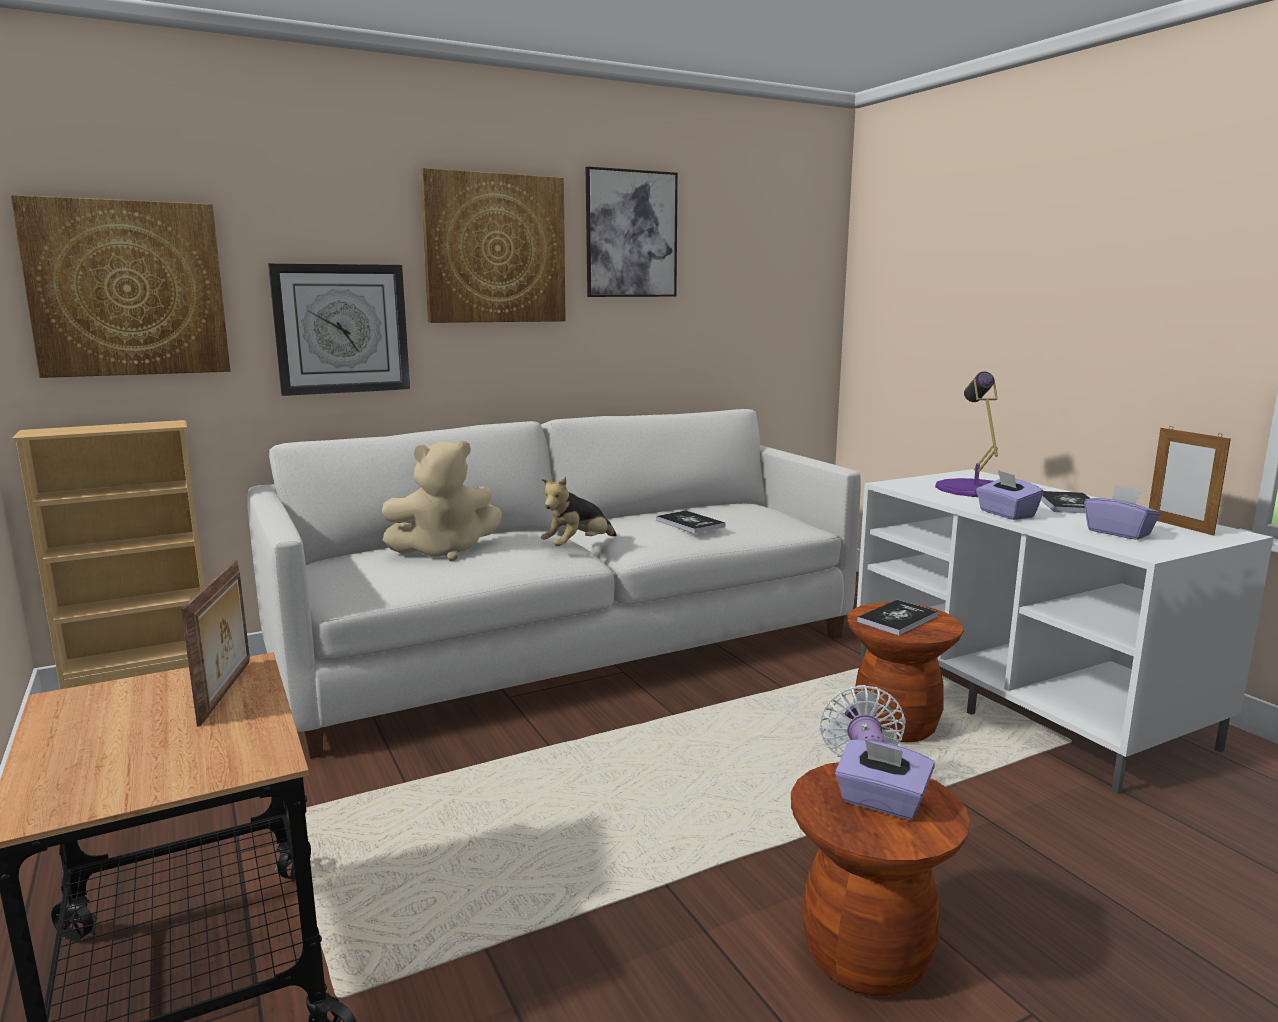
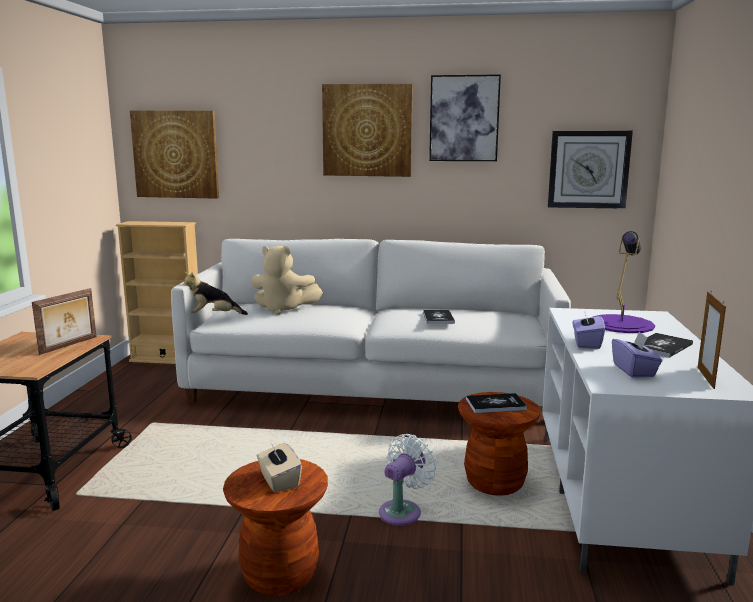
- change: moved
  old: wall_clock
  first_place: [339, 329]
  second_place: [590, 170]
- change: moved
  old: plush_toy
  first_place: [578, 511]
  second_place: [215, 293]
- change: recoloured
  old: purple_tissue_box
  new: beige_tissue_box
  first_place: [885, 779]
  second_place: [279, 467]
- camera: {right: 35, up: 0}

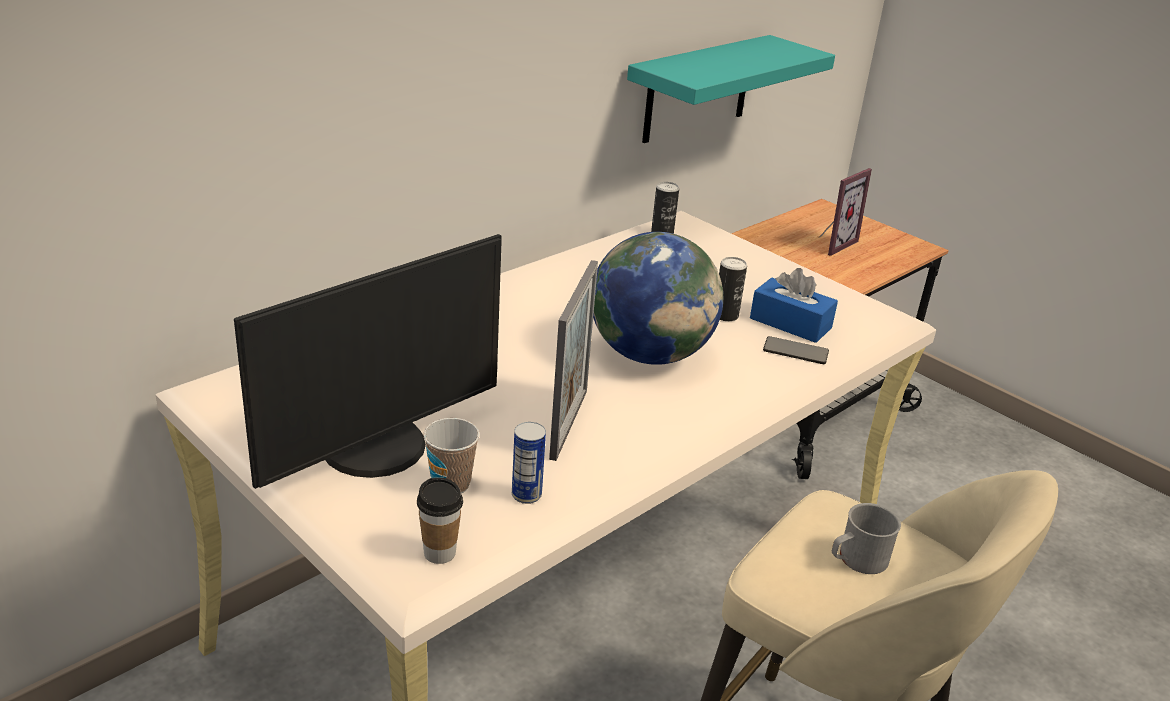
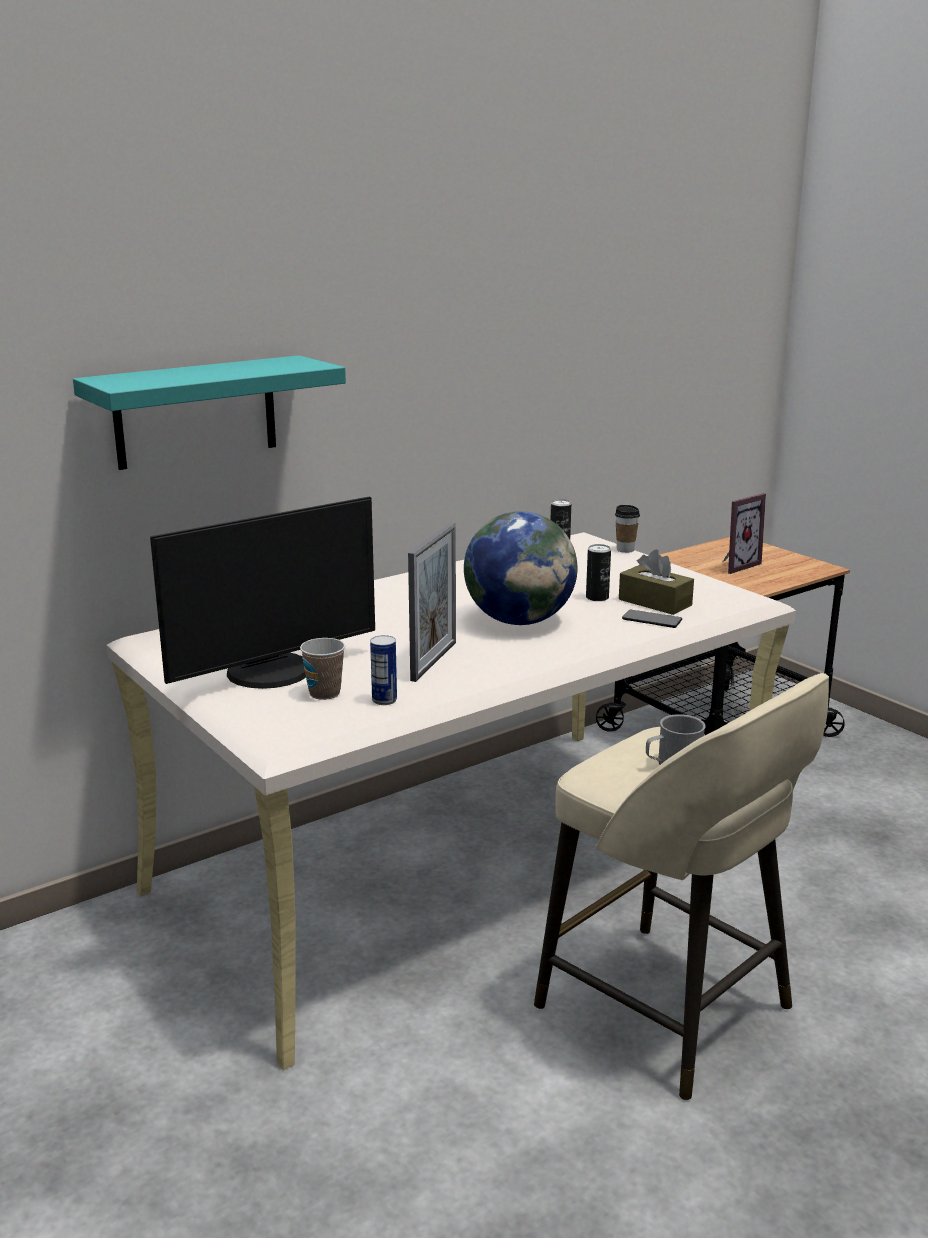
- change: moved
  old: cup
  first_place: [440, 520]
  second_place: [627, 529]
- change: moved
  old: turquoise_shelf
  first_place: [731, 89]
  second_place: [209, 412]
- change: recoloured
  old: blue_tissue_box
  new: brown_tissue_box
  first_place: [794, 305]
  second_place: [656, 582]
- camera: {right: 10, up: -10}

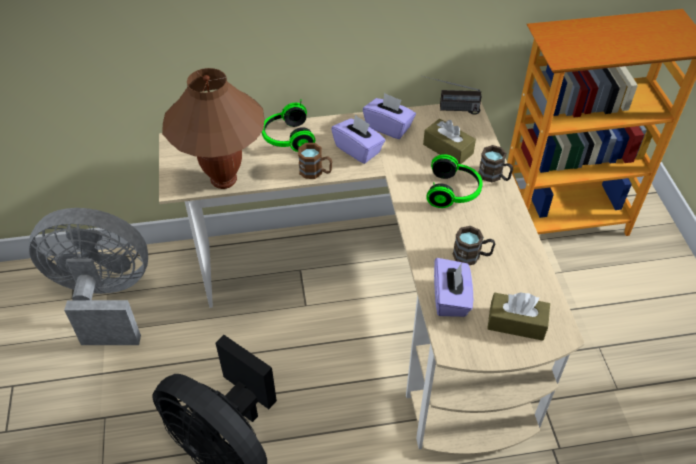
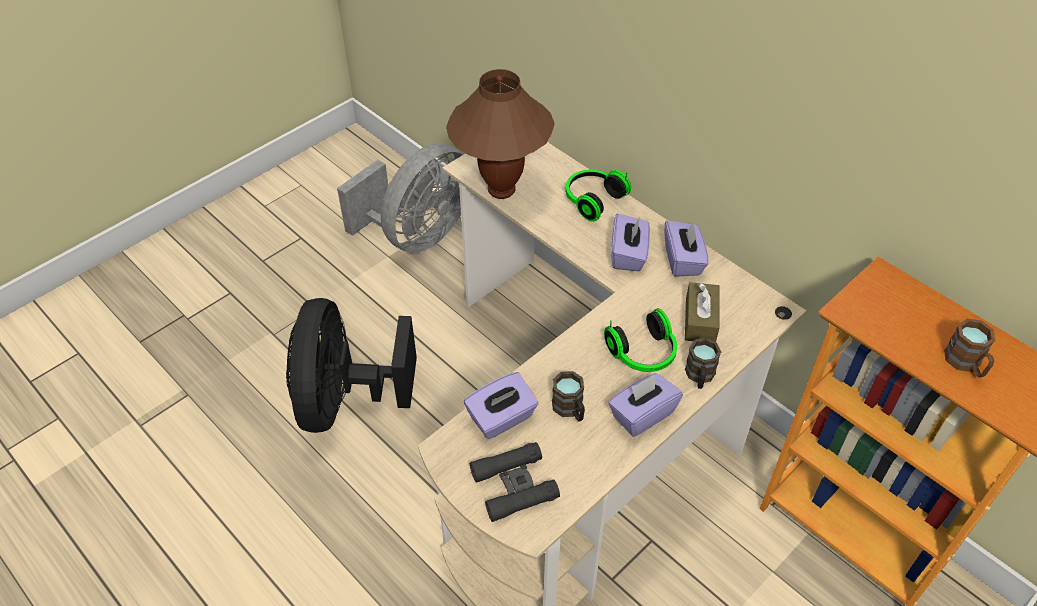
- change: turned
  old: grey_fan
  first_place: [88, 276]
  second_place: [400, 198]
  degrees: 75
- change: moved
  old: brown_mug
  first_place: [315, 161]
  second_place: [969, 348]
- change: removed
  old: radio
  first_place: [451, 94]
- change: replaced
  old: brown_tissue_box
  new: black_binoculars
  first_place: [518, 317]
  second_place: [515, 482]
- change: added
  new: purple_tissue_box
  second_place: [645, 405]
- camera: {right: 55, up: 0}

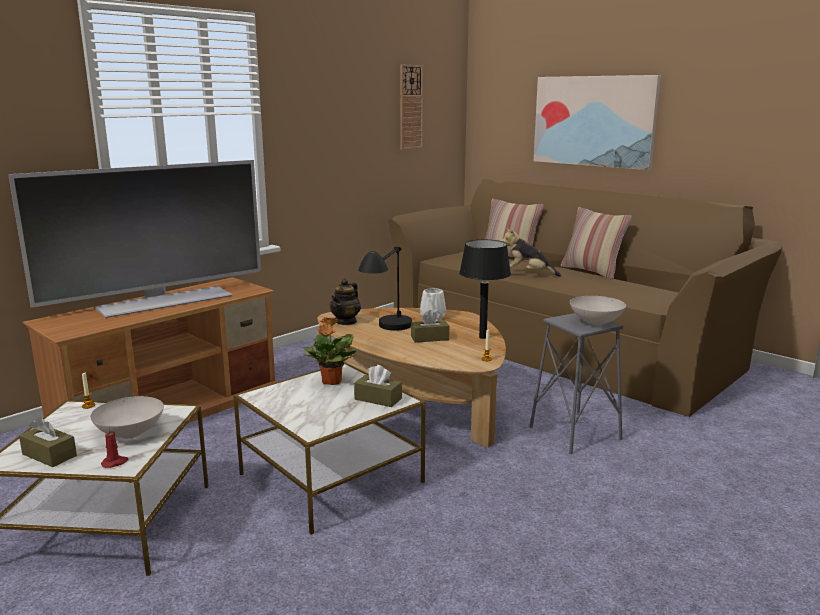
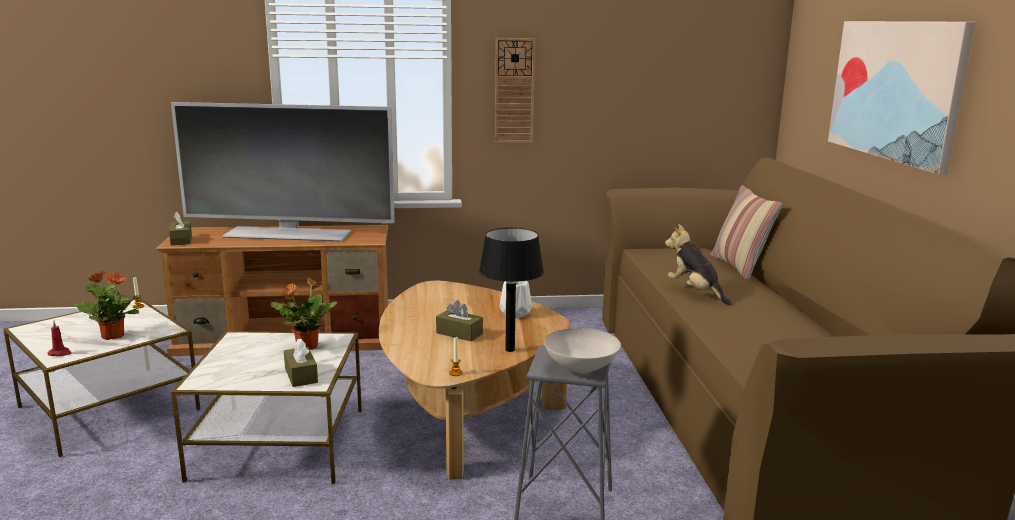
- change: moved
  old: brown_tissue_box
  first_place: [48, 442]
  second_place: [180, 229]
- change: replaced
  old: white_bowl
  new: potted_plant
  first_place: [127, 417]
  second_place: [106, 305]
- change: removed
  old: teapot
  first_place: [345, 302]
- change: removed
  old: black_table_lamp
  first_place: [385, 289]
- change: moved
  old: wall_clock
  first_place: [411, 107]
  second_place: [515, 90]
- change: removed
  old: pillow
  first_place: [596, 243]
- camera: {right: 40, up: 0}

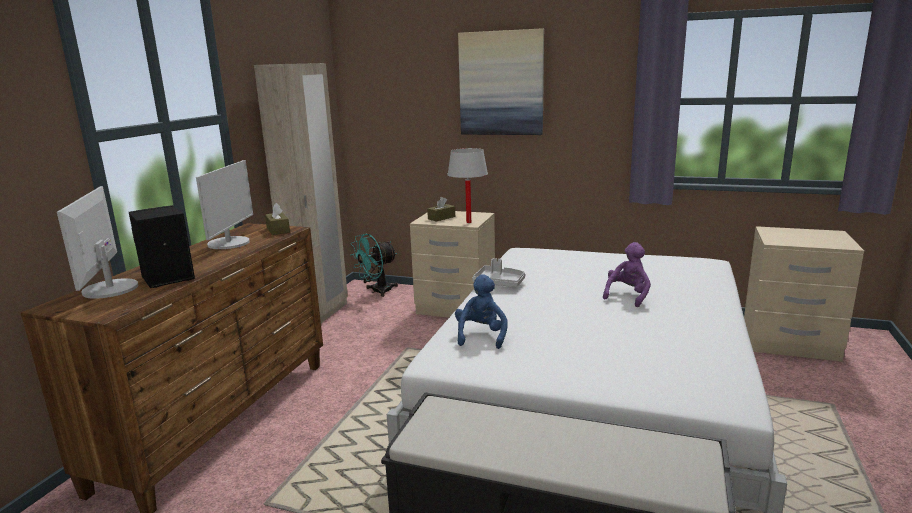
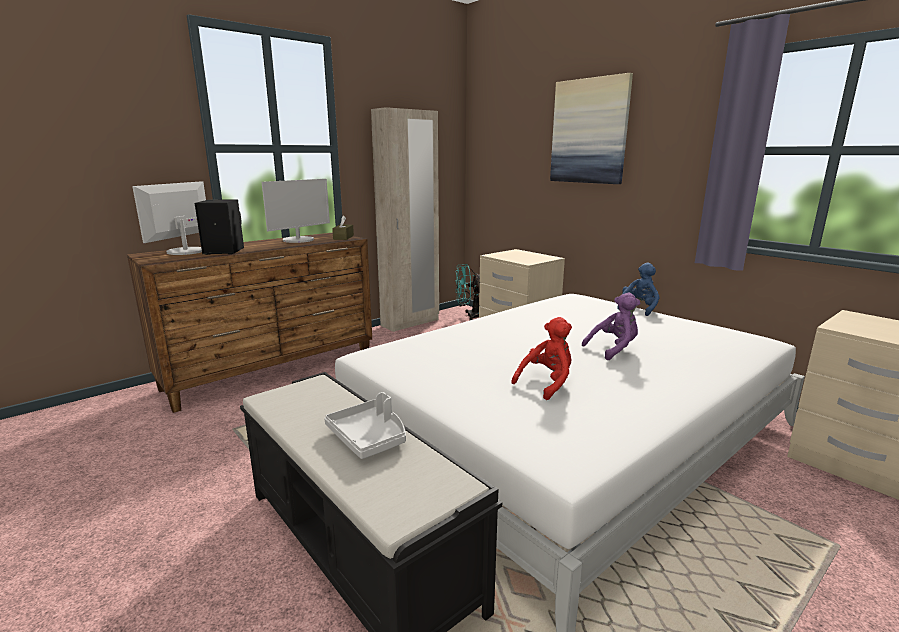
- change: removed
  old: brown_tissue_box
  first_place: [441, 209]
- change: removed
  old: white_table_lamp
  first_place: [467, 185]
- change: moved
  old: blue_plush_toy
  first_place: [481, 311]
  second_place: [638, 289]
- change: moved
  old: grey_tray
  first_place: [498, 272]
  second_place: [365, 425]
- change: added
  new: red_plush_toy
  second_place: [541, 358]
- camera: {right: 30, up: 0}

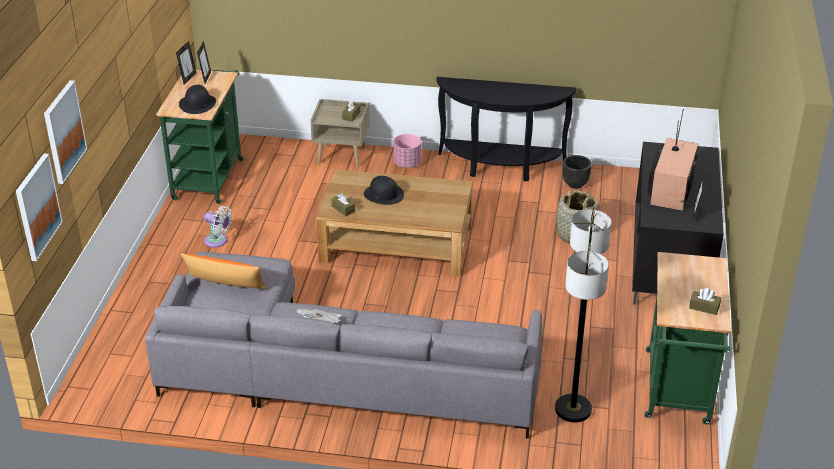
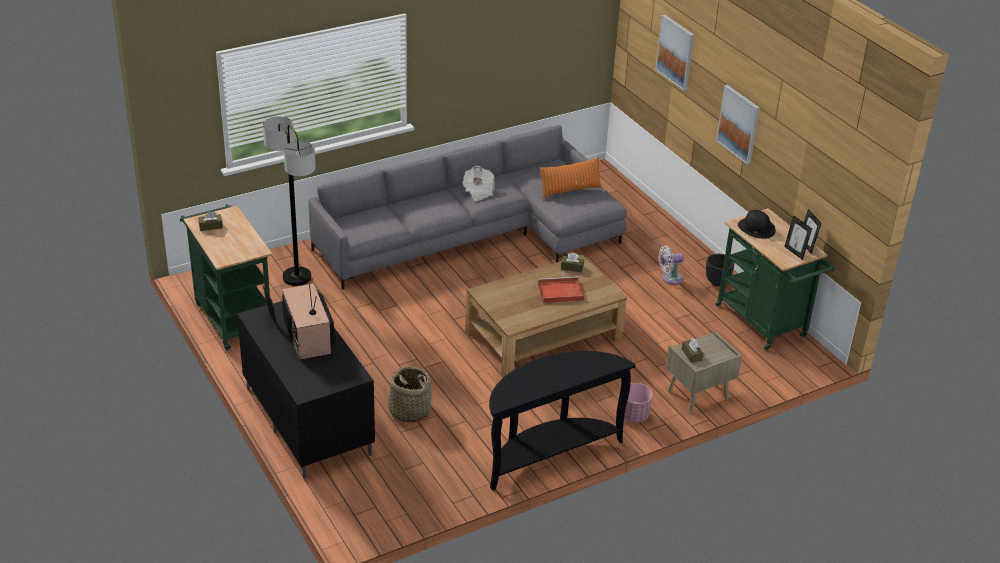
- change: moved
  old: picture
  first_place: [39, 207]
  second_place: [738, 124]
- change: replaced
  old: black_hat
  new: red_tray
  first_place: [384, 190]
  second_place: [561, 289]
- change: moved
  old: black_planter
  first_place: [577, 172]
  second_place: [720, 270]
- camera: {right: 140, up: 0}

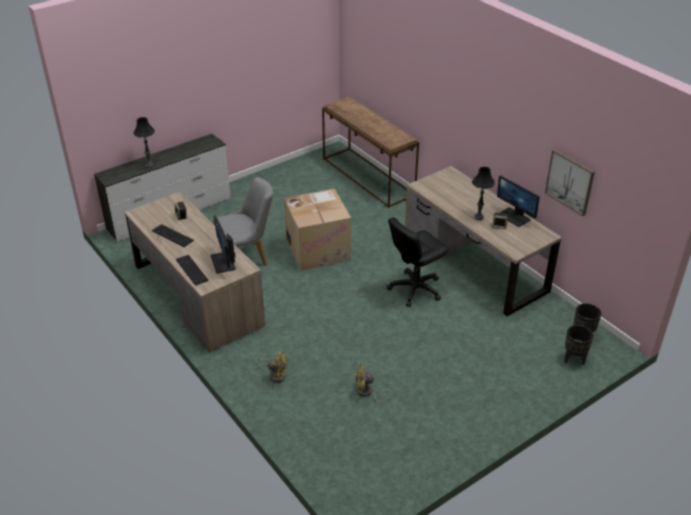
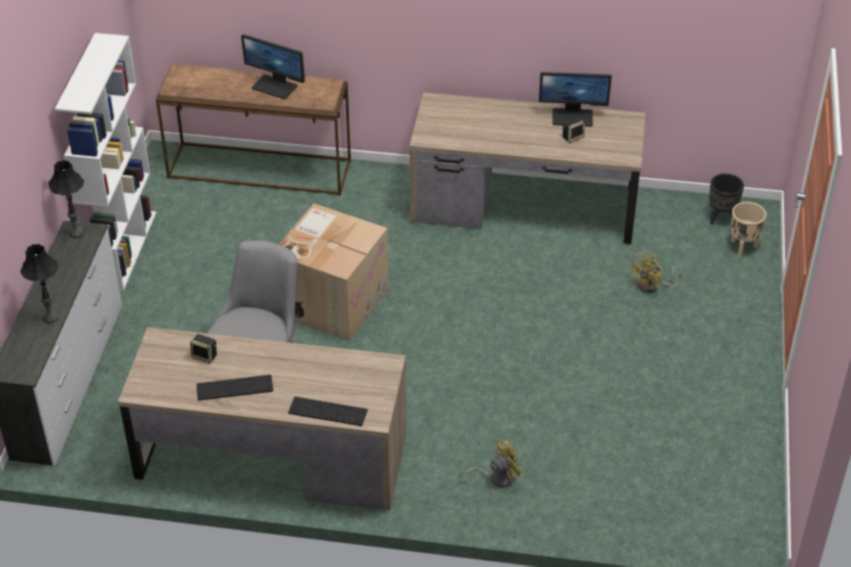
- change: moved
  old: monitor
  first_place: [223, 244]
  second_place: [273, 66]
- change: moved
  old: yellow_fan
  first_place: [373, 383]
  second_place: [656, 272]
- change: removed
  old: black_office_chair
  first_place: [417, 262]
- change: moved
  old: black_table_lamp
  first_place: [483, 193]
  second_place: [66, 199]
- change: removed
  old: picture
  first_place: [570, 182]
- change: recoloured
  old: black_planter
  new: beige_planter
  first_place: [578, 345]
  second_place: [748, 229]
- change: added
  new: white_bookcase
  second_place: [105, 162]
- camera: {right: -45, up: 5}

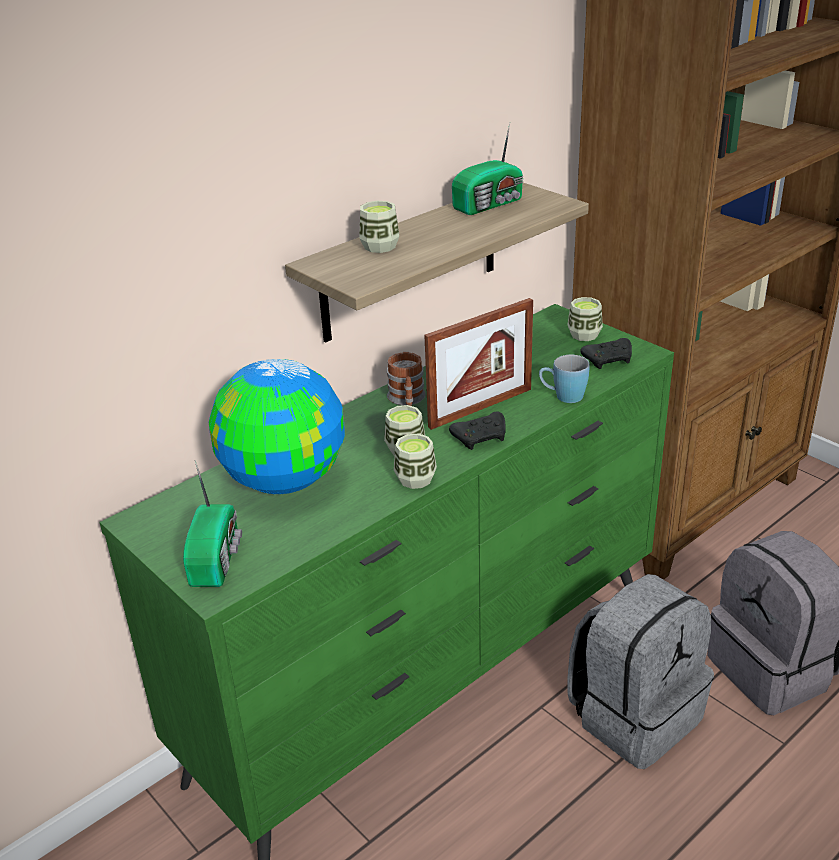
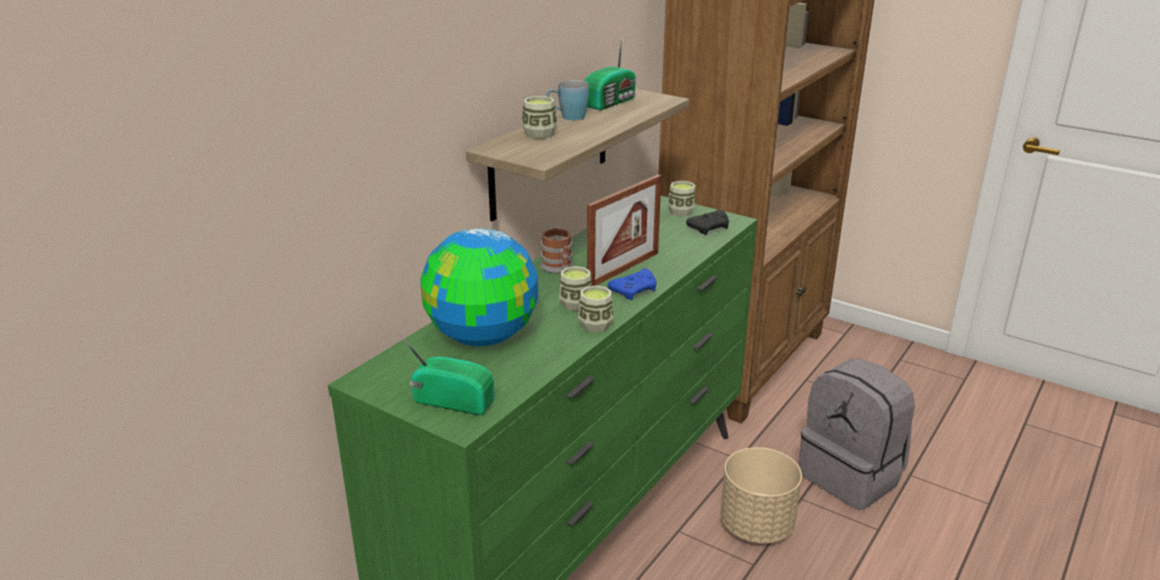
- change: turned
  old: radio
  first_place: [212, 523]
  second_place: [447, 375]
  degrees: -60
- change: recoloured
  old: black_game_controller
  new: blue_game_controller
  first_place: [477, 431]
  second_place: [632, 284]
- change: moved
  old: blue_mug
  first_place: [564, 379]
  second_place: [567, 100]
- change: replaced
  old: grey_backpack
  new: beige_planter
  first_place: [641, 671]
  second_place: [761, 495]
- camera: {right: -15, up: -5}

